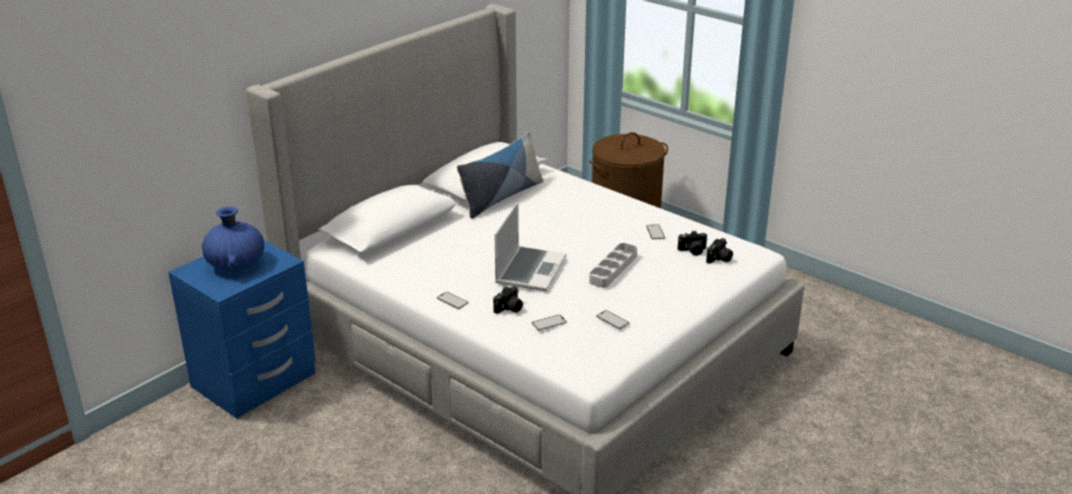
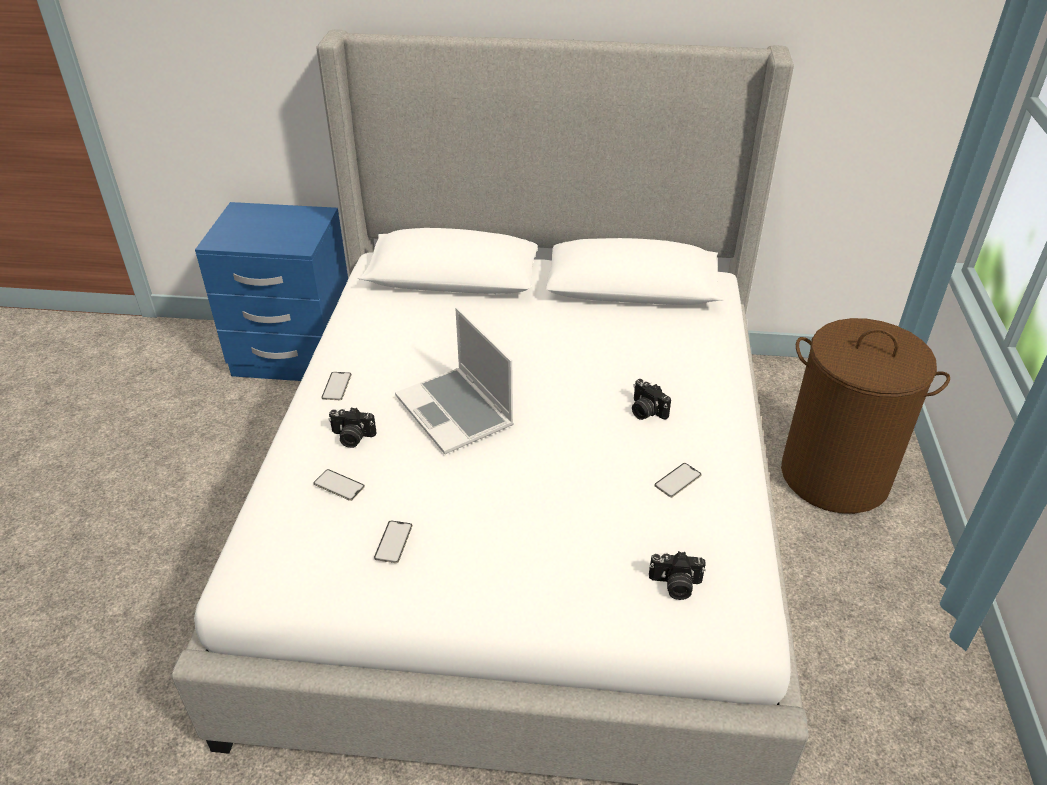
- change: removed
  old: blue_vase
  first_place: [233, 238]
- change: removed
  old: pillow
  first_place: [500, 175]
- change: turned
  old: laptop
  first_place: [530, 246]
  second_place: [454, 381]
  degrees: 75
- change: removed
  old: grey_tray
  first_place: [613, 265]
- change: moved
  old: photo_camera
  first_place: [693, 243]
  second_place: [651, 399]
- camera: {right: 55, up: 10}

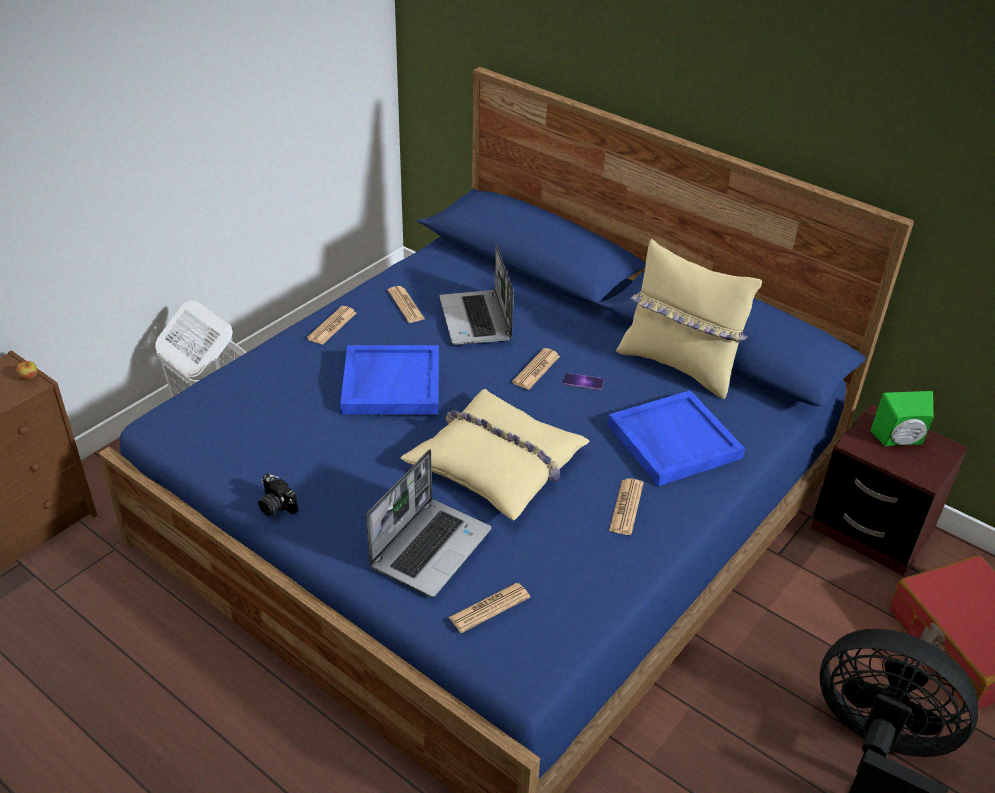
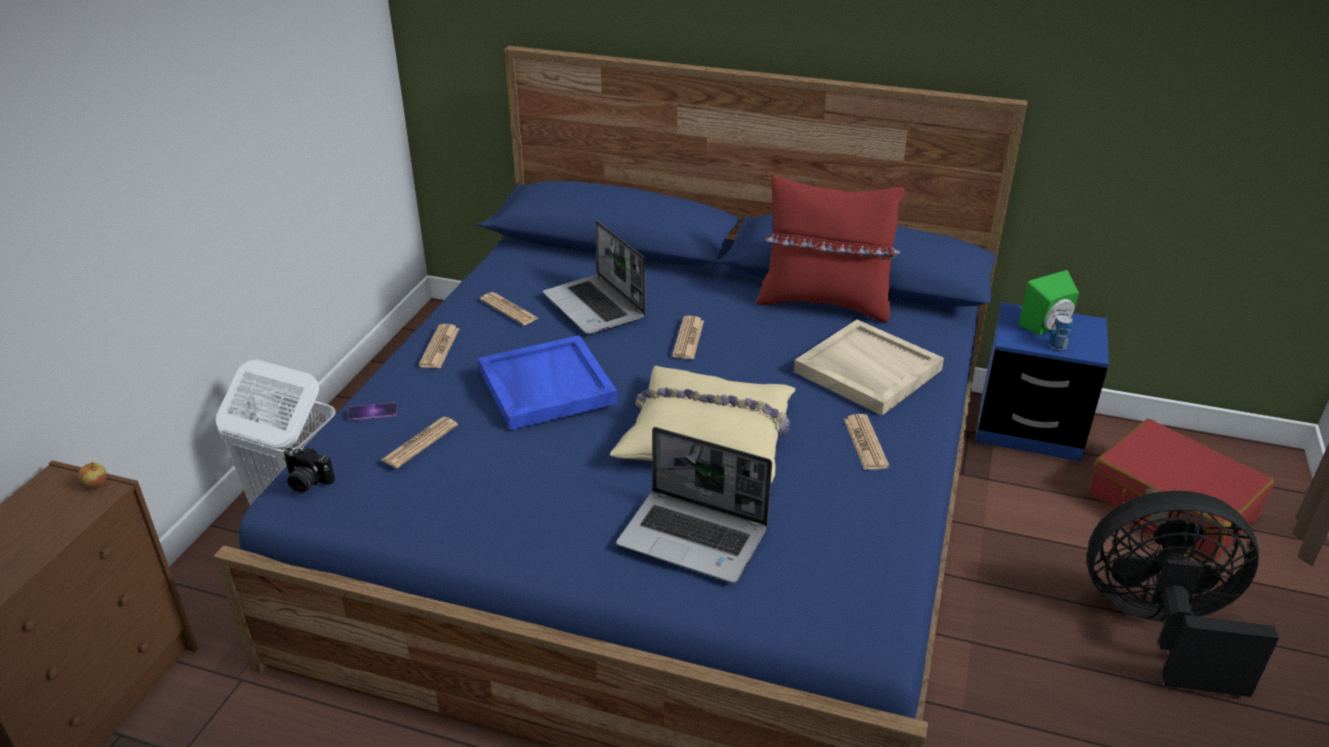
- change: moved
  old: photo_camera
  first_place: [278, 495]
  second_place: [309, 470]
- change: turned
  old: laptop
  first_place: [428, 523]
  second_place: [694, 505]
  degrees: 105
- change: moved
  old: newspaper
  first_place: [489, 608]
  second_place: [419, 442]
- change: moved
  old: phone
  first_place: [583, 381]
  second_place: [372, 411]
- change: recoloured
  old: blue_tray
  new: beige_tray
  first_place: [676, 438]
  second_place: [869, 368]
- change: recoloured
  old: beige_pillow
  new: red_pillow
  first_place: [689, 319]
  second_place: [830, 248]
- change: recoloured
  old: brown_nightstand
  new: blue_nightstand
  first_place: [889, 490]
  second_place: [1042, 381]
- change: added
  new: can
  second_place: [1061, 332]
- camera: {right: -20, up: -5}

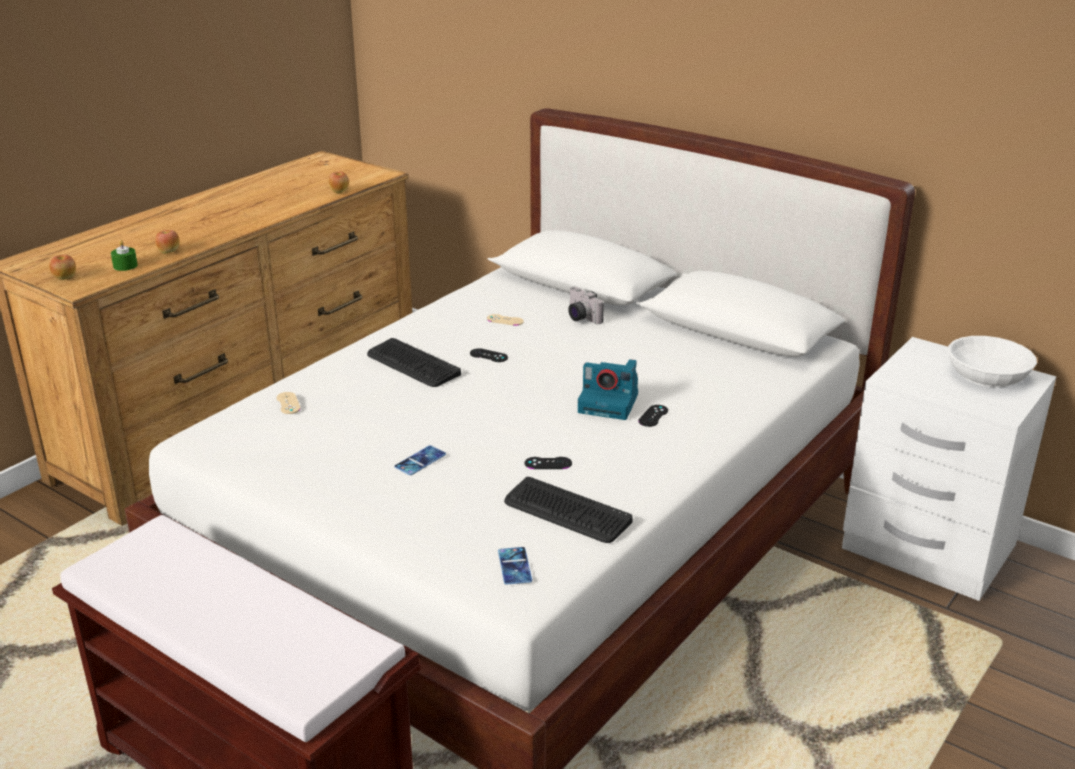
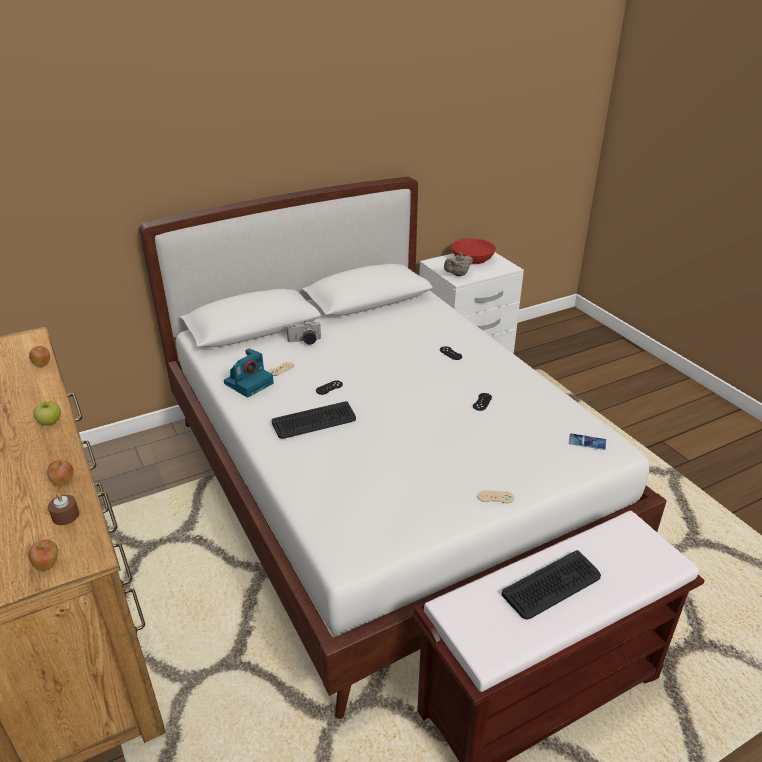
- change: recoloured
  old: green_candle
  new: brown_candle
  first_place: [124, 255]
  second_place: [63, 509]
- change: moved
  old: beige_game_controller
  first_place: [288, 403]
  second_place: [495, 496]
- change: removed
  old: phone
  first_place: [420, 460]
- change: moved
  old: keyboard
  first_place: [568, 510]
  second_place: [551, 584]
- change: moved
  old: photo_camera
  first_place: [608, 389]
  second_place: [249, 373]
- change: recoloured
  old: white_bowl
  new: red_bowl
  first_place: [992, 362]
  second_place: [473, 251]
- change: added
  new: apple
  second_place: [47, 413]
- change: added
  new: beige_teapot
  second_place: [458, 264]
- camera: {right: -65, up: 5}

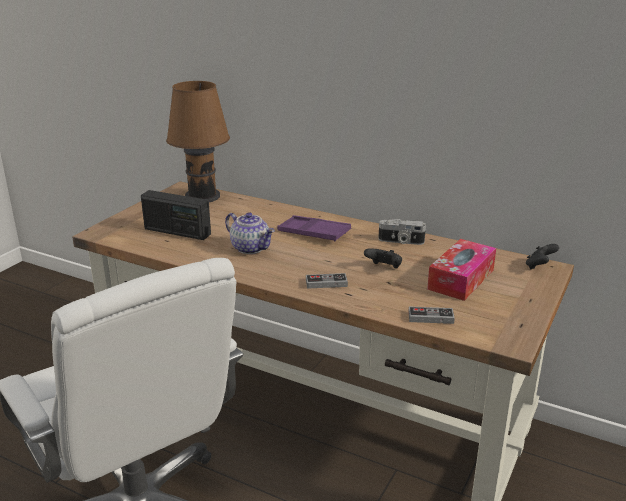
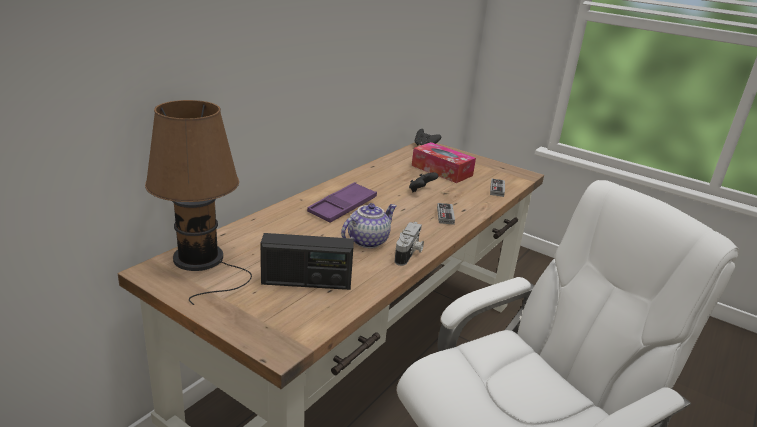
- change: turned
  old: radio
  first_place: [176, 215]
  second_place: [307, 261]
  degrees: 60
- change: moved
  old: photo_camera
  first_place: [402, 232]
  second_place: [409, 244]
- camera: {right: -85, up: 0}

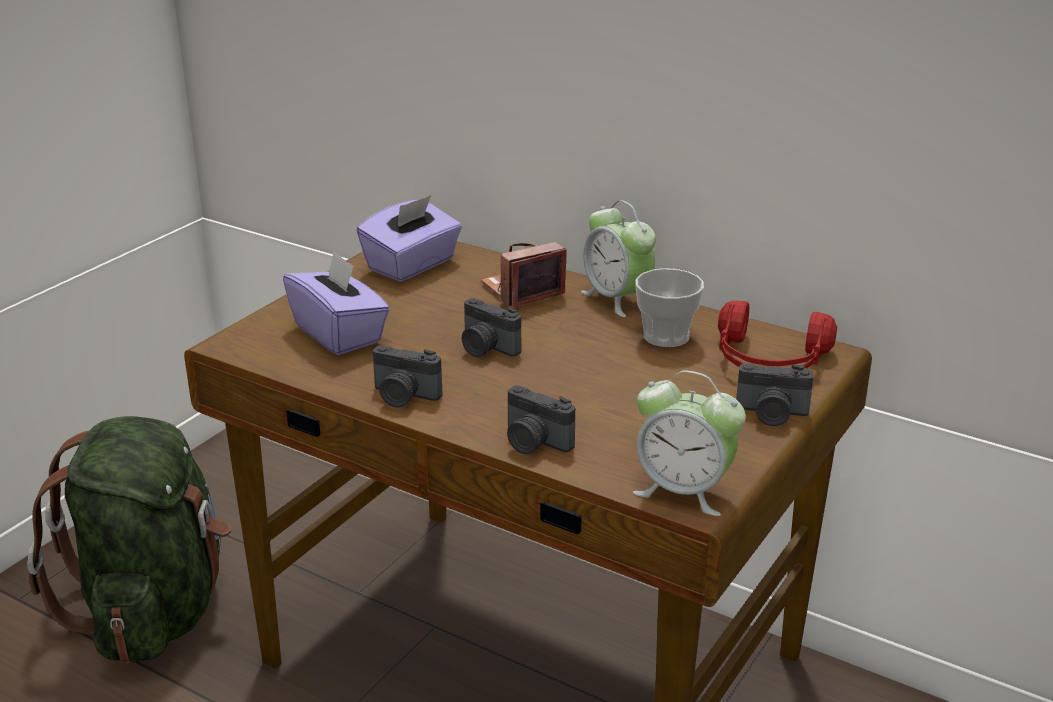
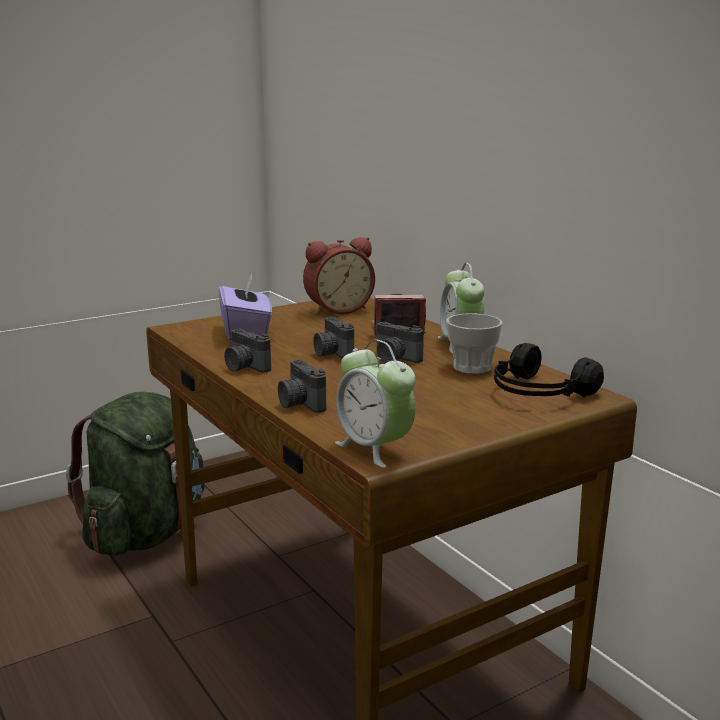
- change: replaced
  old: purple_tissue_box
  new: alarm_clock
  first_place: [409, 238]
  second_place: [339, 276]
- change: recoloured
  old: red_headphones
  new: black_headphones
  first_place: [777, 335]
  second_place: [549, 370]
- change: moved
  old: photo_camera
  first_place: [774, 395]
  second_place: [400, 342]
- camera: {right: 25, up: -10}

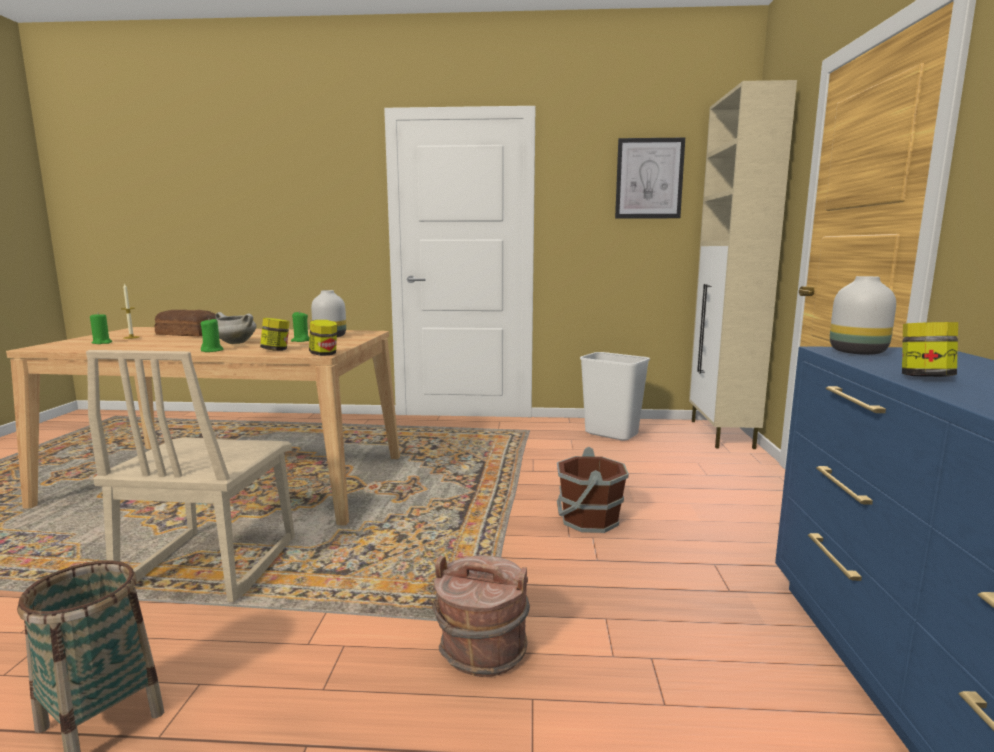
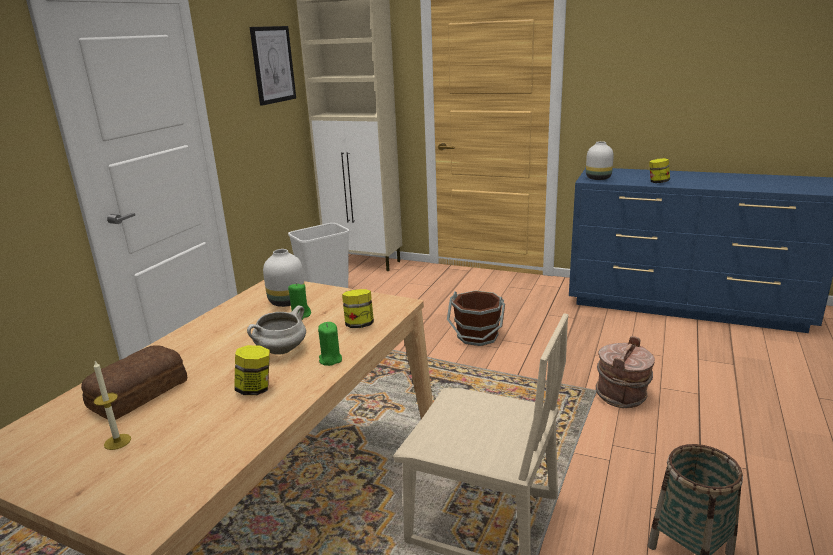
- change: removed
  old: green_candle
  first_place: [101, 328]
- change: moved
  old: jar
  first_place: [323, 338]
  second_place: [252, 370]
- camera: {right: -70, up: 10}

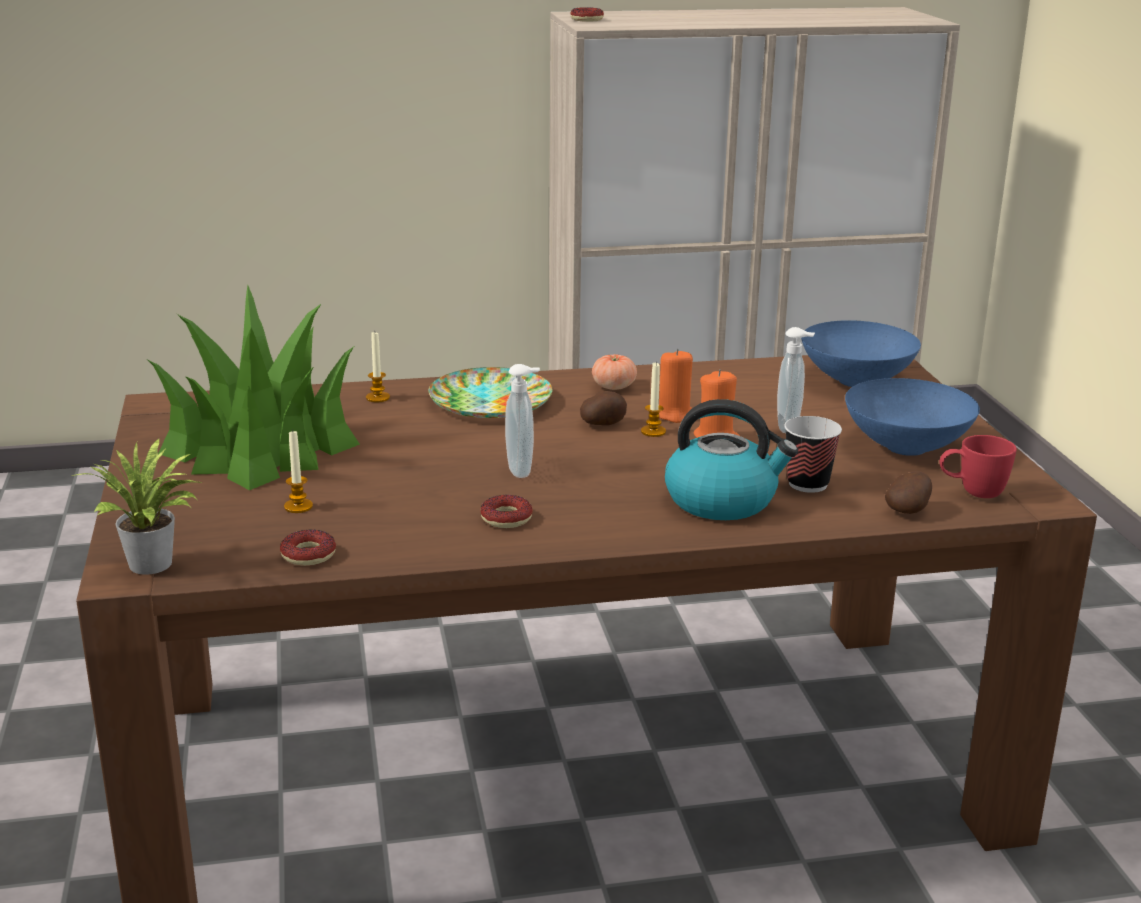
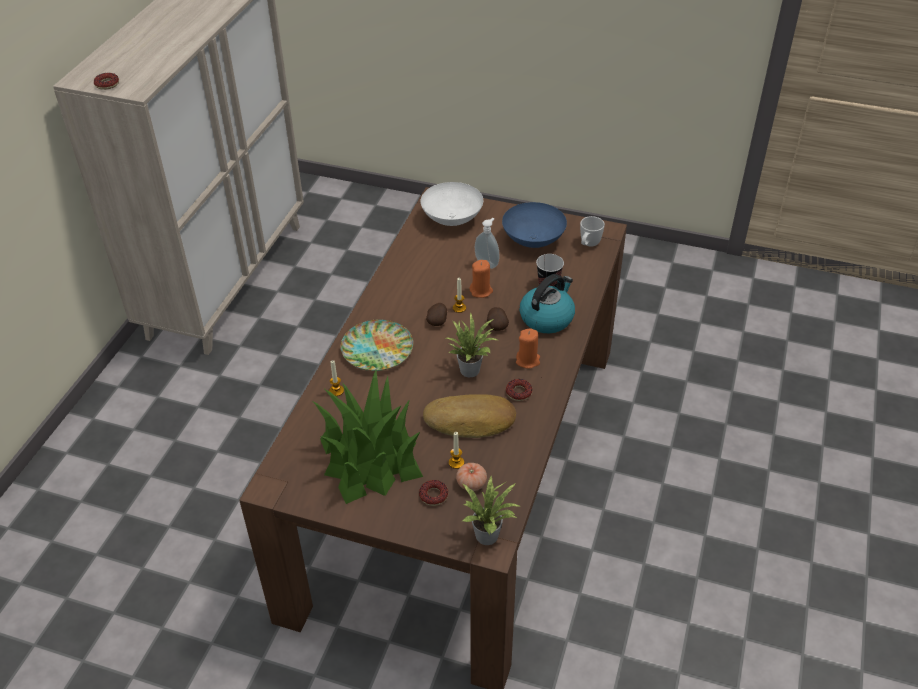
- change: moved
  old: donut
  first_place: [308, 548]
  second_place: [433, 493]
- change: replaced
  old: soap_dispenser
  new: potted_plant
  first_place: [522, 421]
  second_place: [472, 344]
- change: moved
  old: tomato
  first_place: [614, 372]
  second_place: [471, 477]
- change: moved
  old: orange_candle
  first_place: [676, 386]
  second_place: [528, 348]
- change: recoloured
  old: blue_bowl
  new: white_bowl
  first_place: [861, 353]
  second_place: [452, 204]
- change: moved
  old: potato
  first_place: [908, 492]
  second_place: [498, 319]
- change: recoloured
  old: red_mug
  new: white_mug
  first_place: [978, 466]
  second_place: [592, 231]
- change: added
  new: bread
  second_place: [469, 416]
- camera: {right: -60, up: 20}

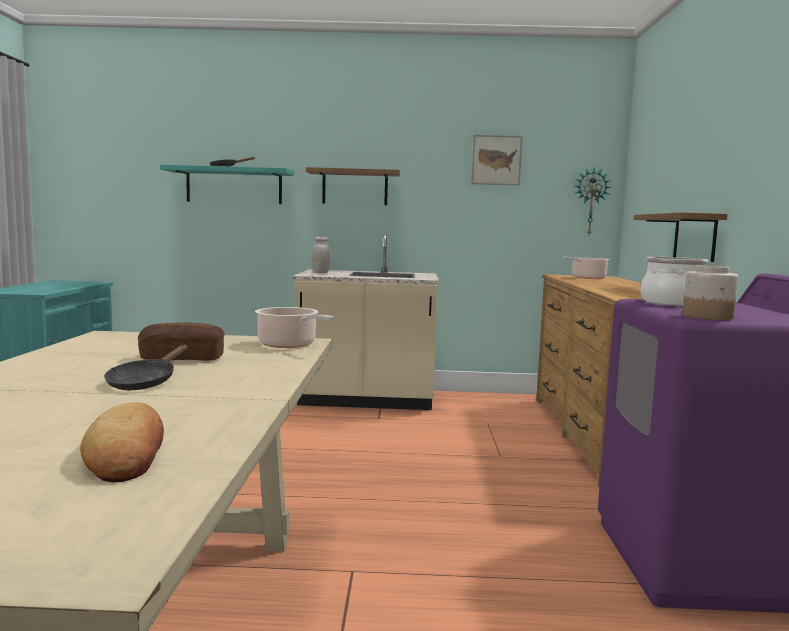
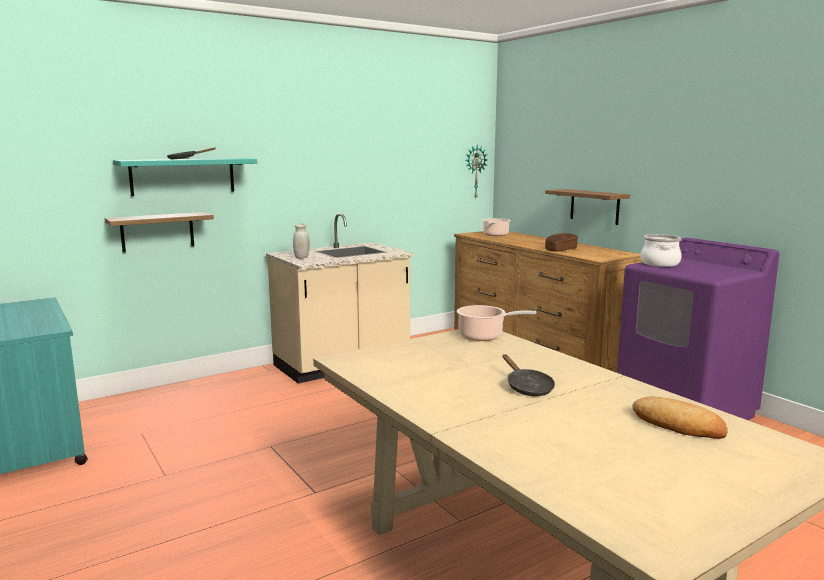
- change: moved
  old: bread
  first_place: [181, 341]
  second_place: [561, 242]
- change: moved
  old: shelf
  first_place: [353, 186]
  second_place: [159, 232]
- change: removed
  old: picture
  first_place: [496, 160]
- change: removed
  old: jar
  first_place: [710, 292]
- camera: {right: -35, up: 5}

